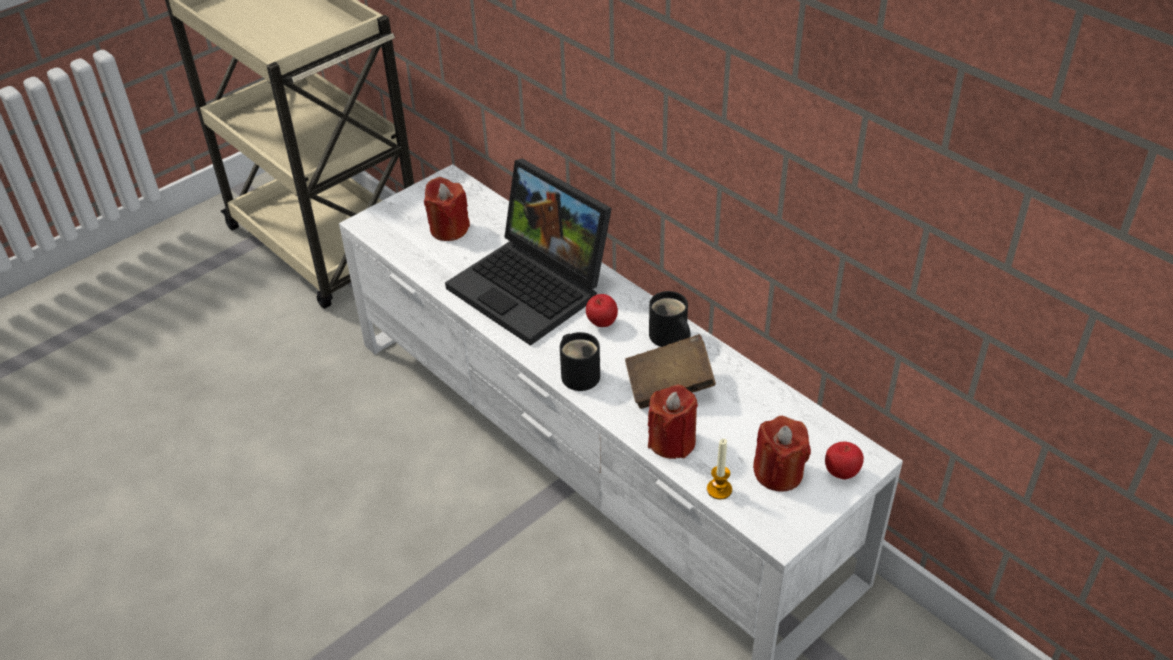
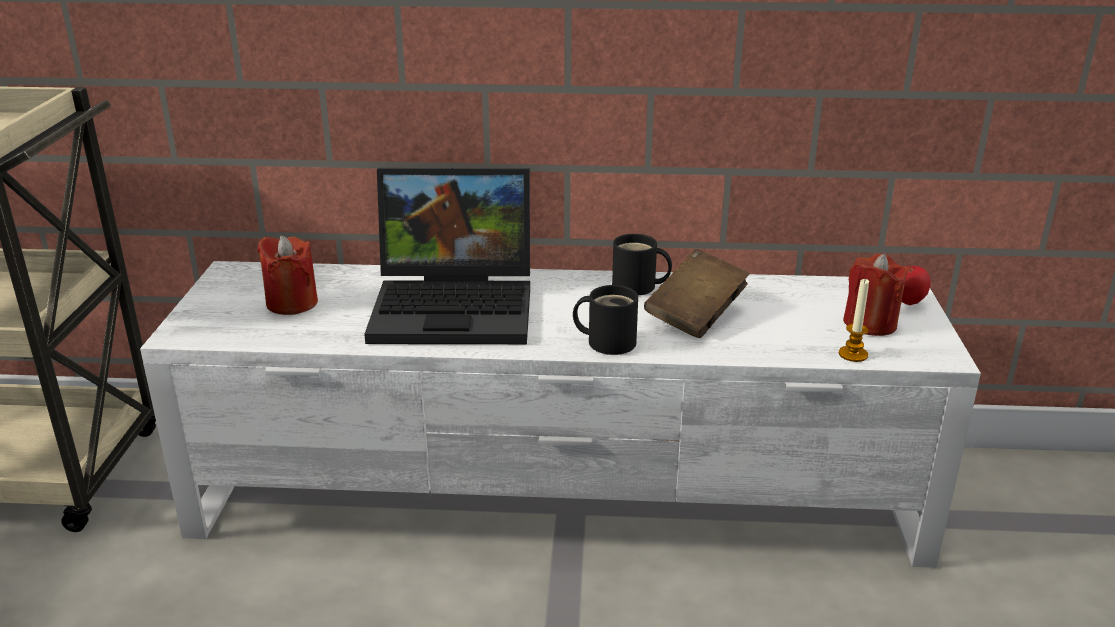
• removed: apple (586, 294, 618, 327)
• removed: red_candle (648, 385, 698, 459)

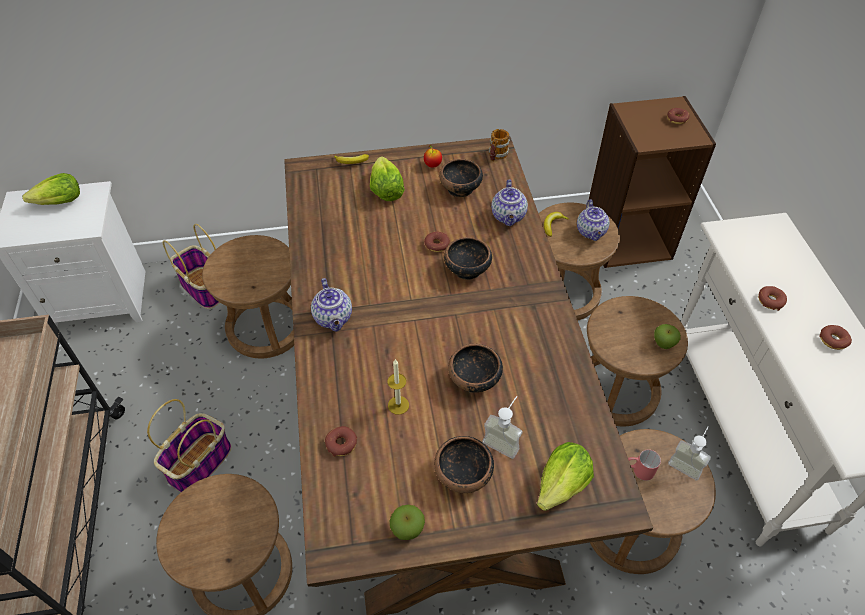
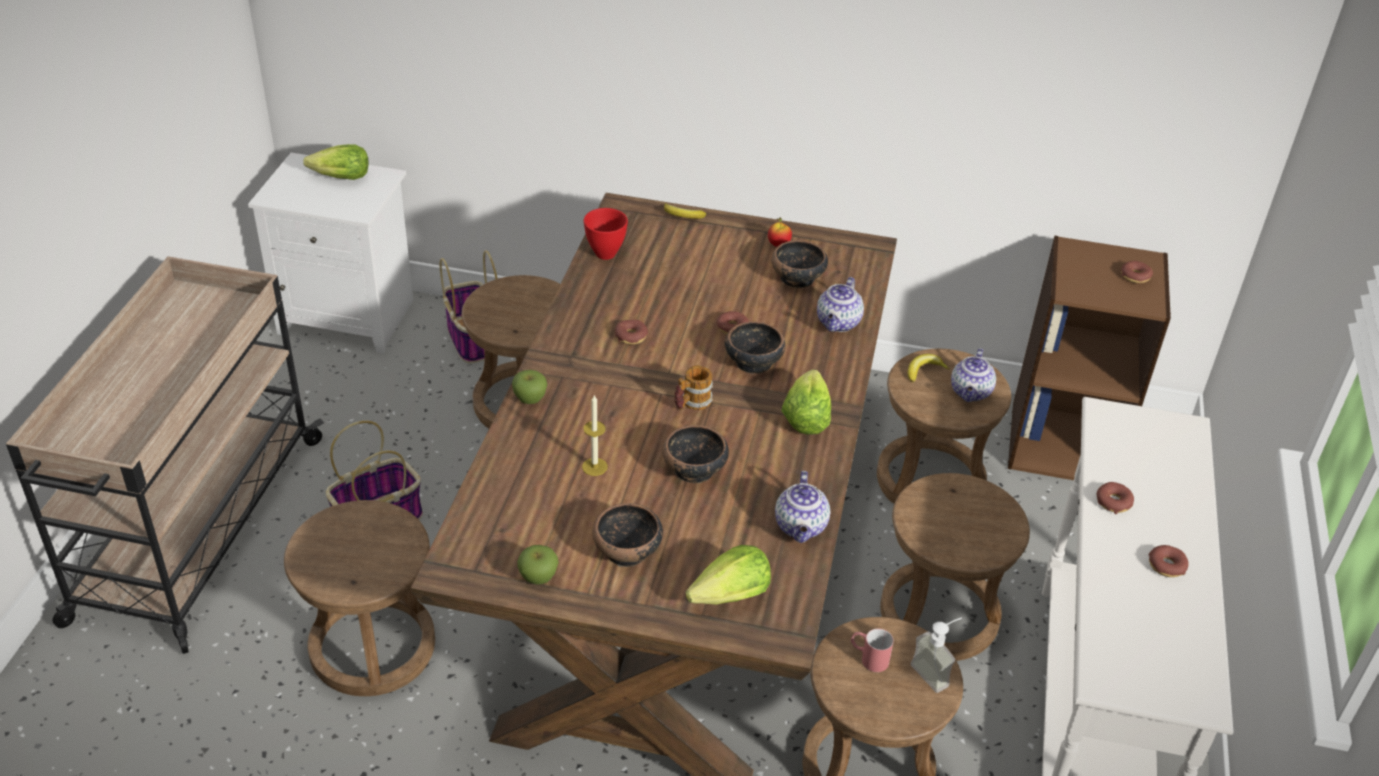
• moved: apple (654, 324, 681, 349) to (512, 370, 547, 404)
• added: red_bowl (584, 208, 628, 260)
• moved: donut (325, 426, 357, 457) to (615, 320, 648, 345)
• moved: mug (488, 129, 510, 161) to (674, 365, 713, 410)
• moved: teapot (311, 278, 352, 331) to (775, 471, 830, 543)
• moved: lettuce (370, 156, 405, 201) to (781, 369, 831, 435)
• removed: soap_dispenser (482, 396, 523, 459)

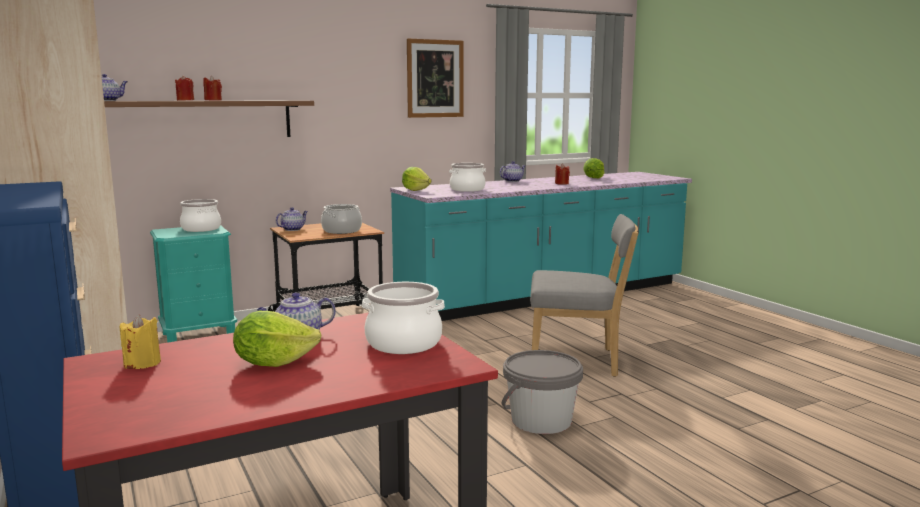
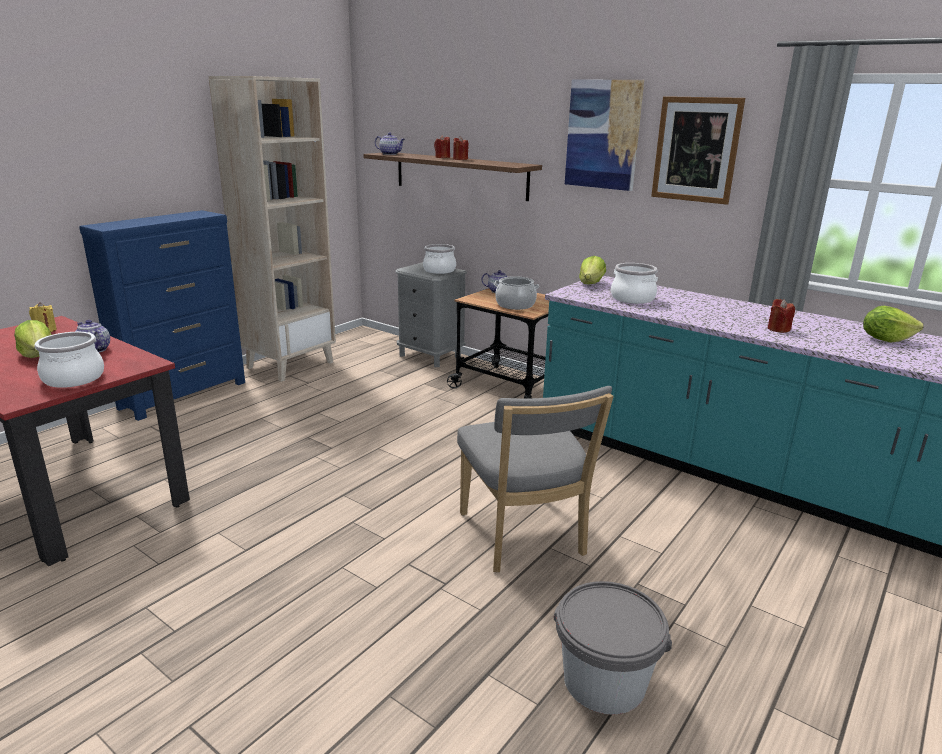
• recoloured: turquoise_nightstand (150, 225, 237, 343) to grey_nightstand (396, 262, 467, 367)
• moved: grey_bucket (502, 350, 583, 434) to (554, 581, 672, 715)
• added: picture (565, 79, 644, 191)
• removed: teapot (500, 161, 525, 182)

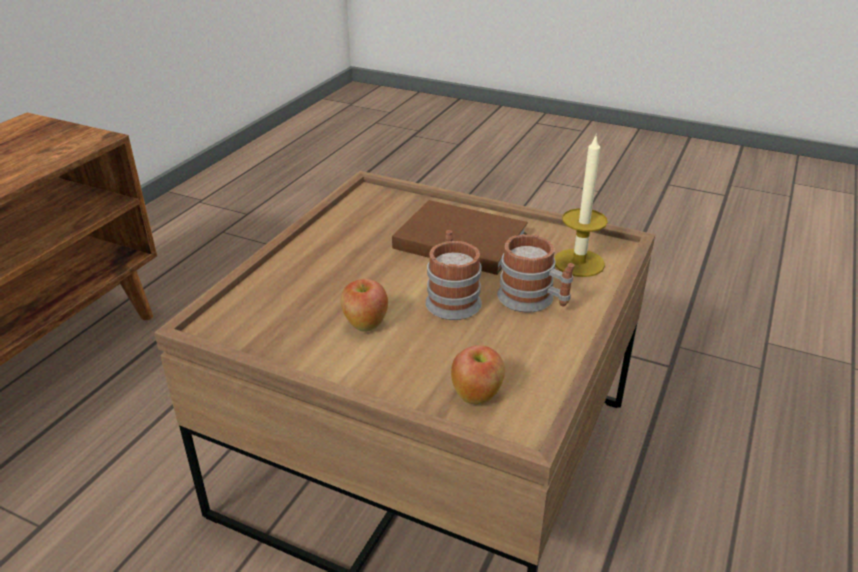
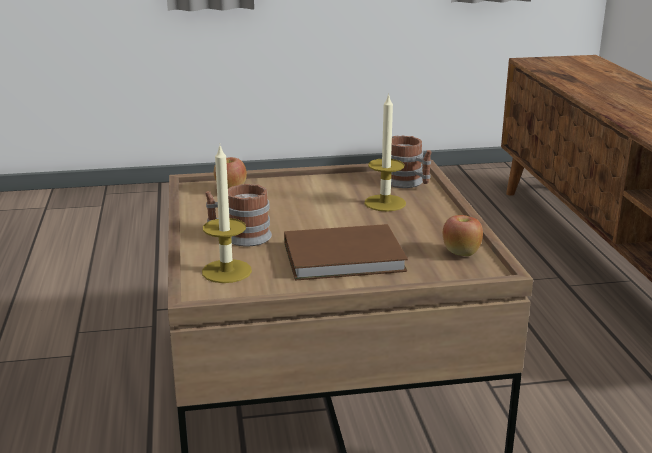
• added: candle (364, 93, 406, 212)
• moved: mug (425, 230, 482, 320) to (391, 135, 431, 188)
• moved: apple (341, 279, 388, 331) to (443, 215, 483, 256)

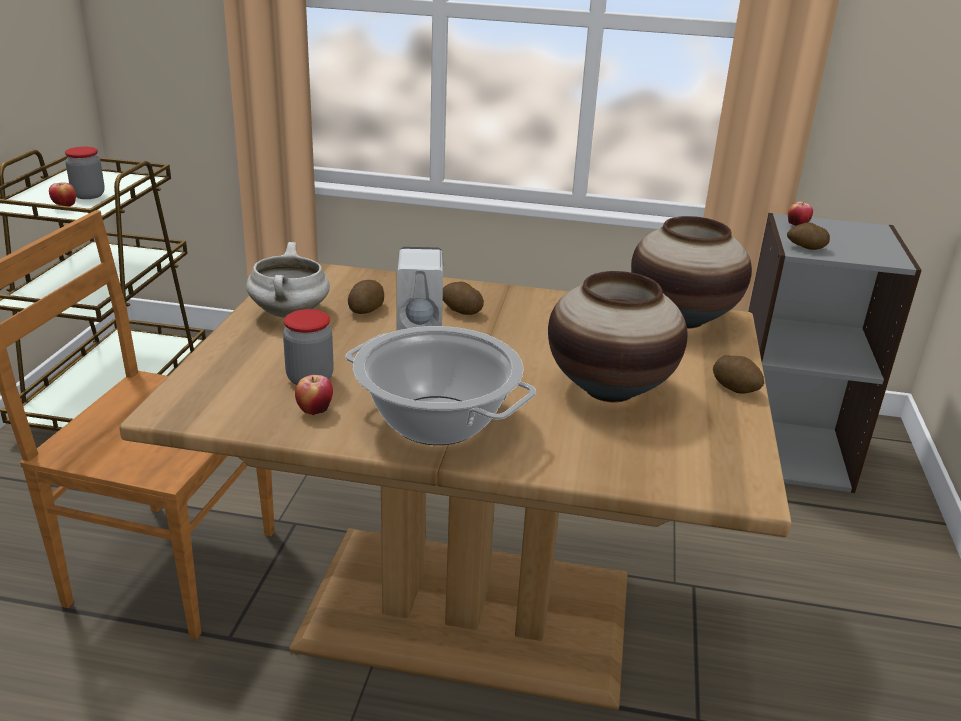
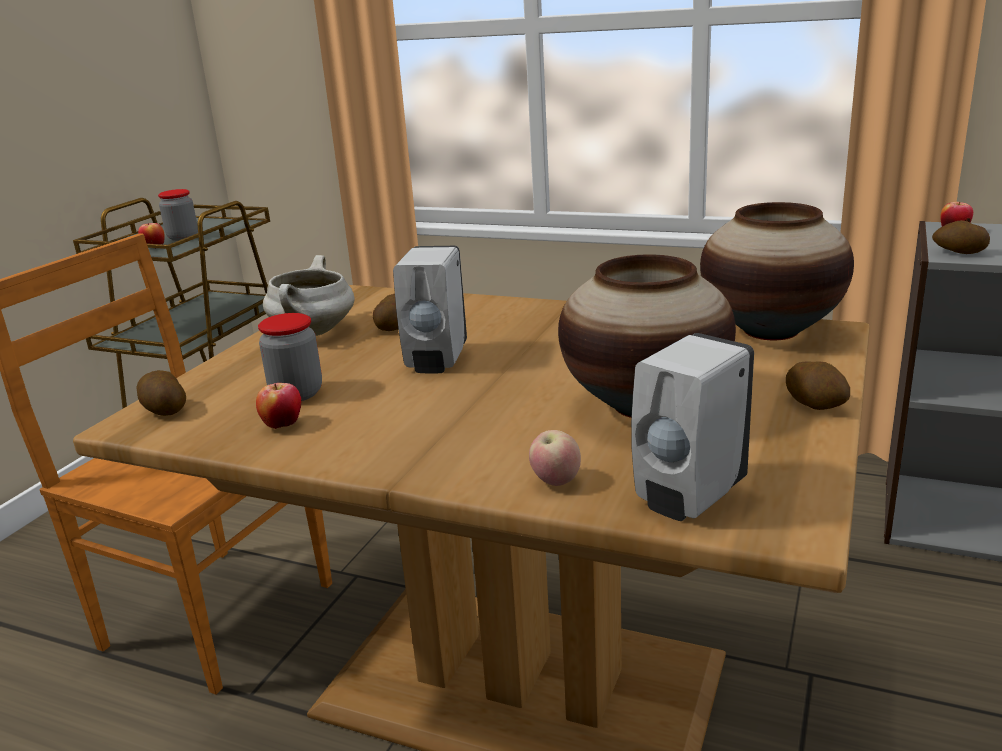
• moved: potato (443, 282, 484, 315) to (136, 370, 186, 416)
• added: apple (529, 430, 581, 486)
• added: white_soap_dispenser (631, 333, 754, 521)
• removed: cooking_pot (345, 326, 536, 445)

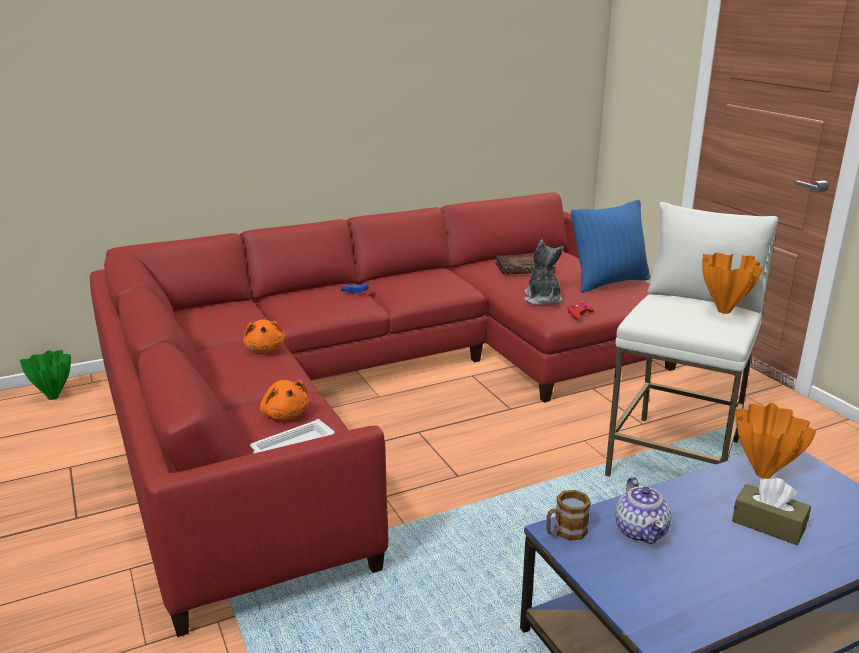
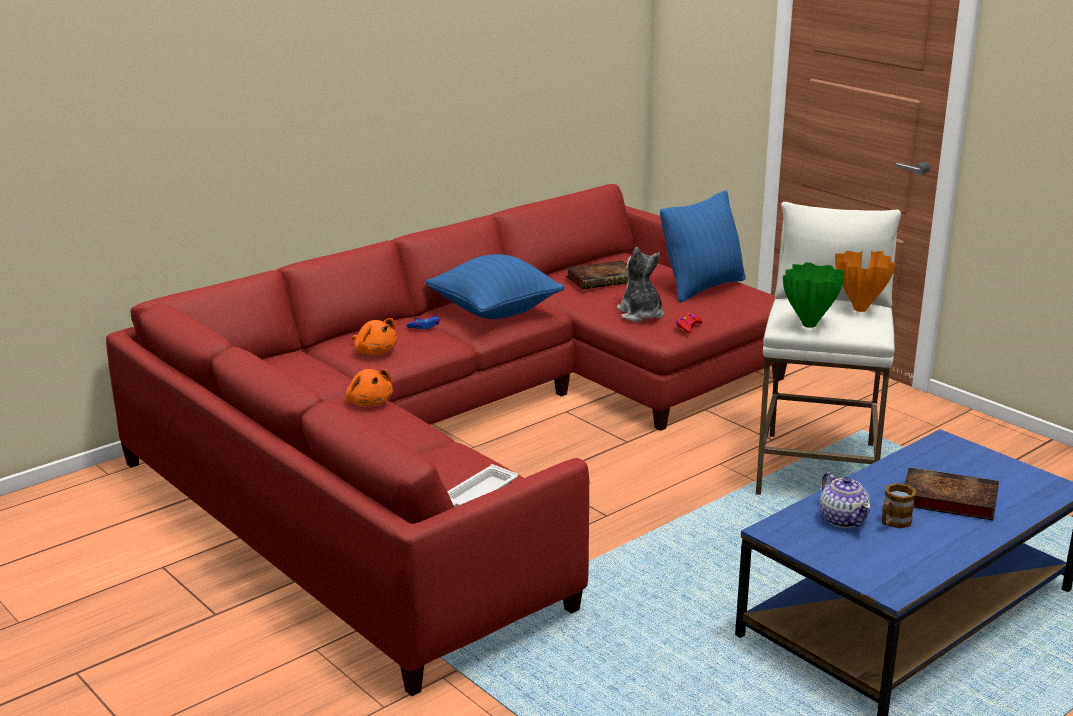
• moved: orange_plush_toy (260, 380, 309, 420) to (352, 318, 397, 355)
• added: blue_pillow (425, 254, 564, 319)
• moved: green_vase (20, 350, 71, 400) to (783, 262, 844, 328)
• moved: mug (547, 490, 591, 541) to (882, 483, 916, 529)
• replaced: brown_tissue_box (732, 478, 811, 545) to book (905, 467, 999, 521)
• removed: orange_vase (736, 403, 816, 479)

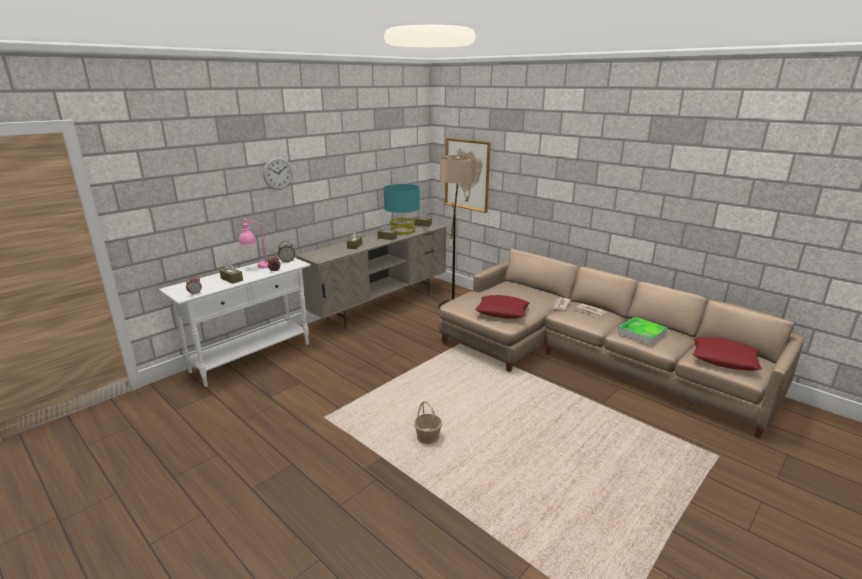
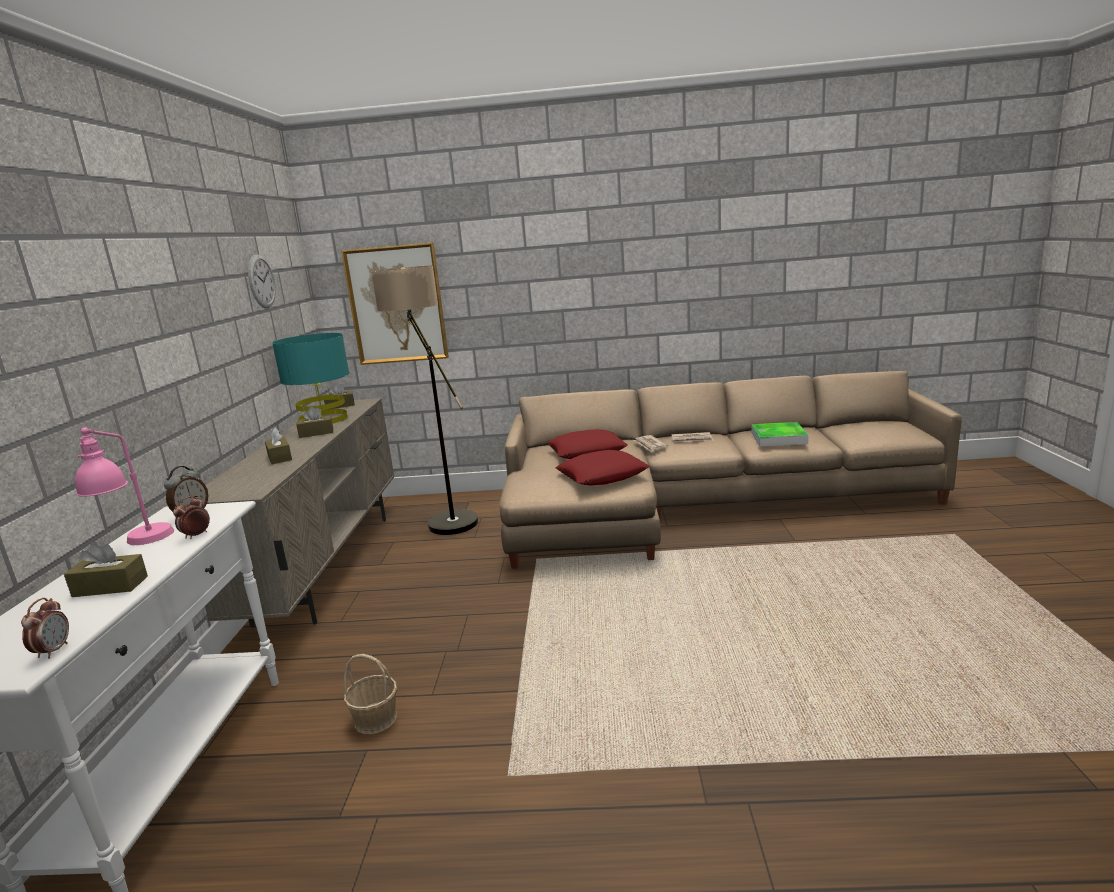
• moved: wall_clock (263, 157, 293, 190) to (248, 254, 276, 308)
• moved: basket (414, 401, 442, 444) to (344, 654, 397, 734)
• moved: red_pillow (692, 337, 762, 370) to (547, 429, 628, 459)

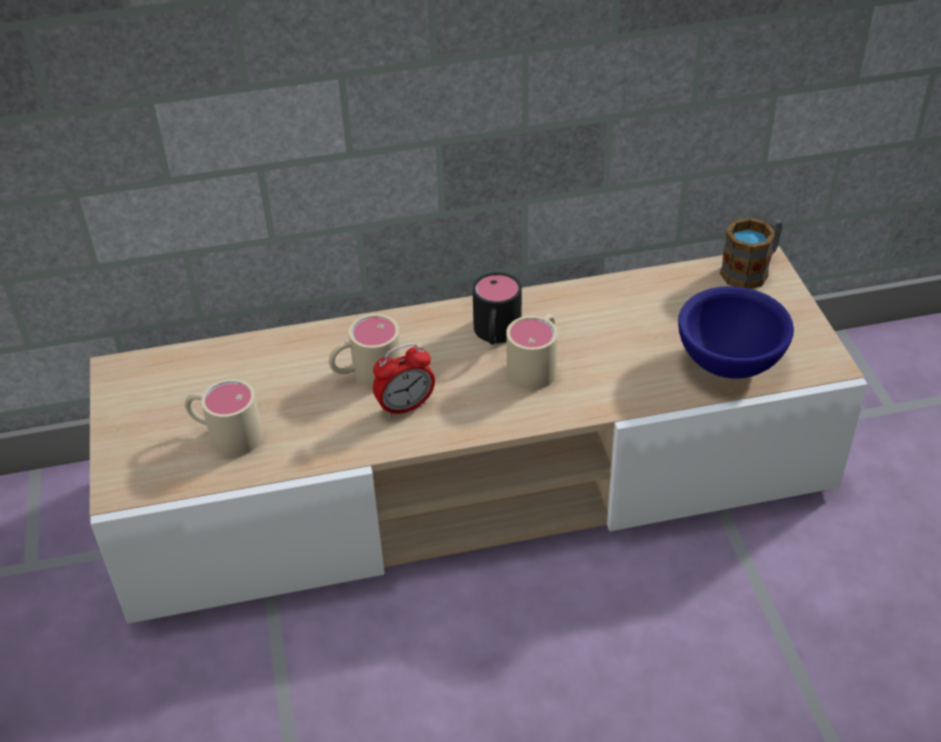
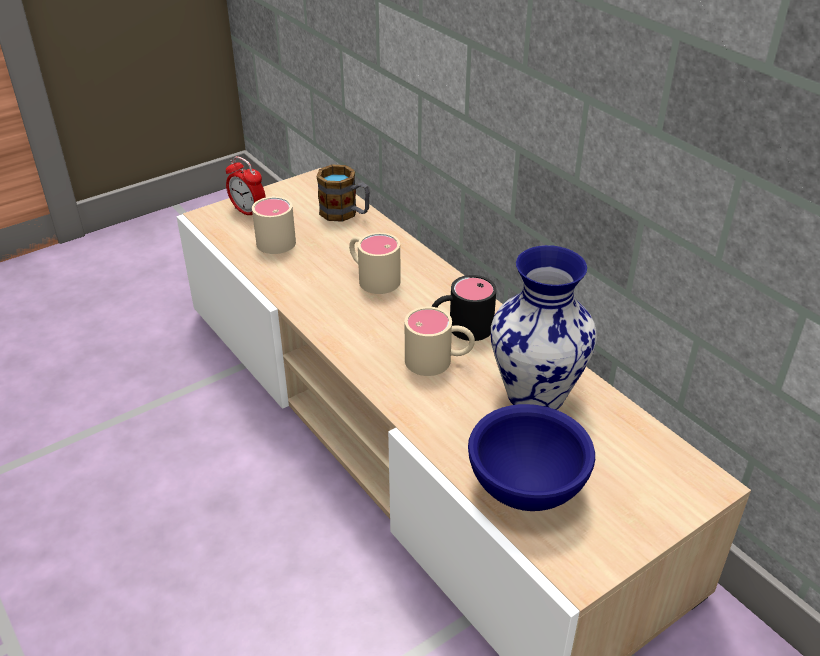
• moved: alarm_clock (373, 343, 435, 418) to (226, 156, 266, 215)
• moved: mug (720, 217, 782, 289) to (316, 164, 370, 222)
• added: vase (491, 245, 597, 410)

